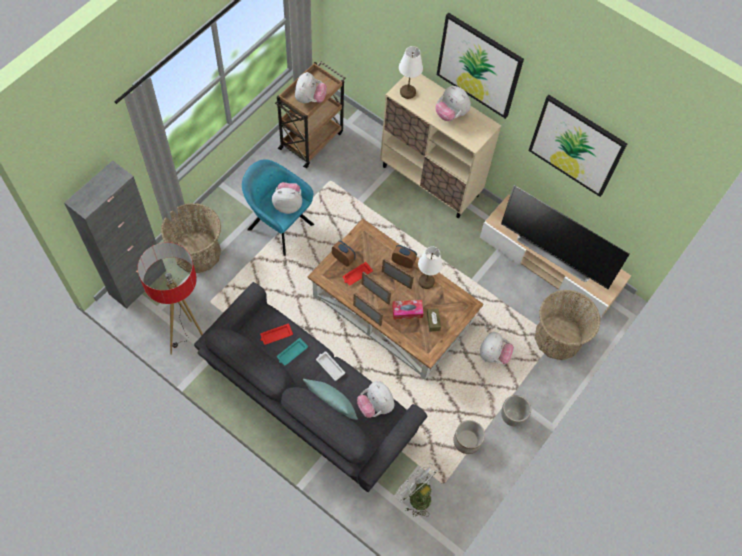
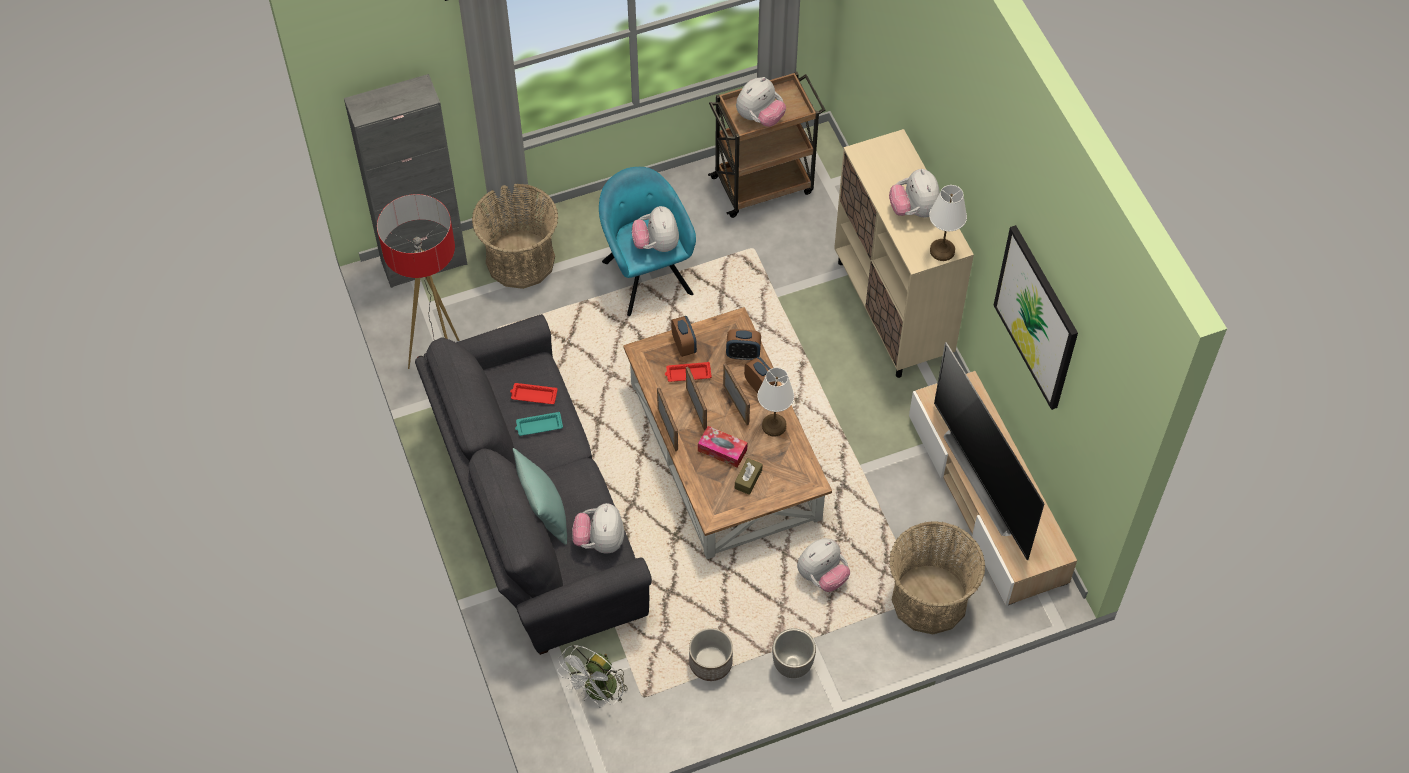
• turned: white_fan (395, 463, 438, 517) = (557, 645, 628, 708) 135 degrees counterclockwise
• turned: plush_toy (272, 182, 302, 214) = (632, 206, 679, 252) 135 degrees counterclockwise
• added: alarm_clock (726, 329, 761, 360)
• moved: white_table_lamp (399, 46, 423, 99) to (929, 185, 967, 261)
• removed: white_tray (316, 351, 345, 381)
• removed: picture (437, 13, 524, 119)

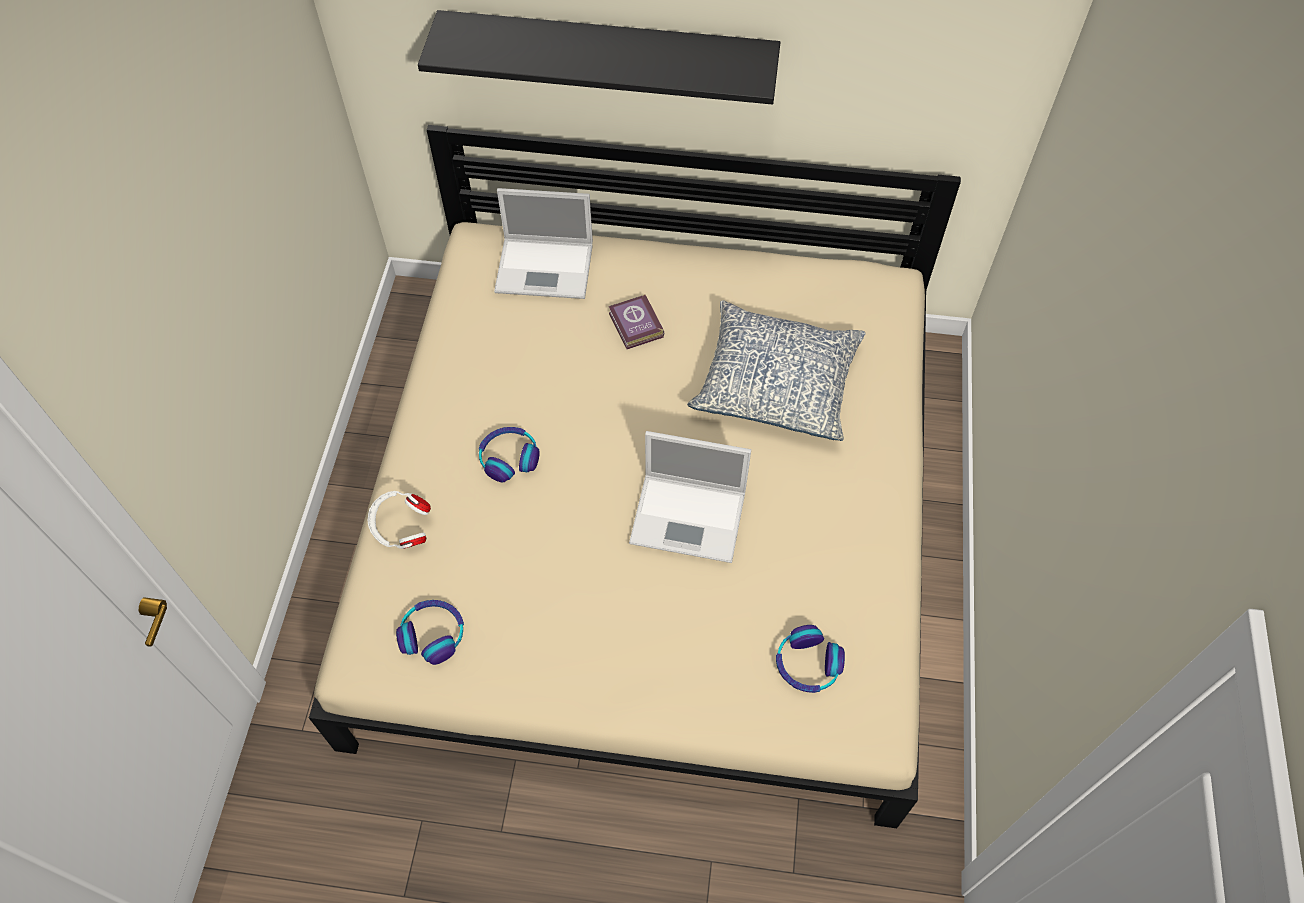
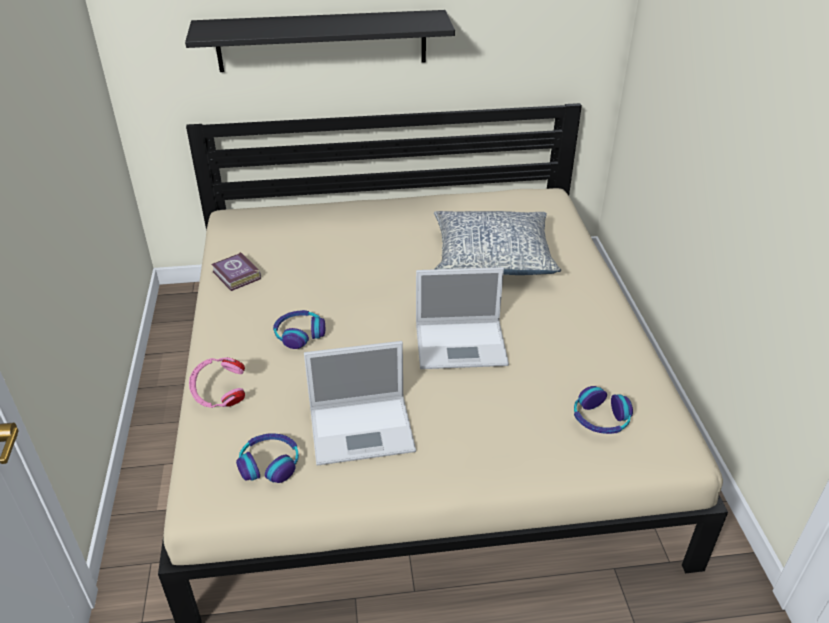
• recoloured: white_headphones (367, 491, 431, 549) to pink_headphones (189, 357, 245, 408)
• moved: book (609, 294, 664, 349) to (211, 252, 261, 291)
• moved: laptop (494, 188, 593, 299) to (304, 341, 416, 466)

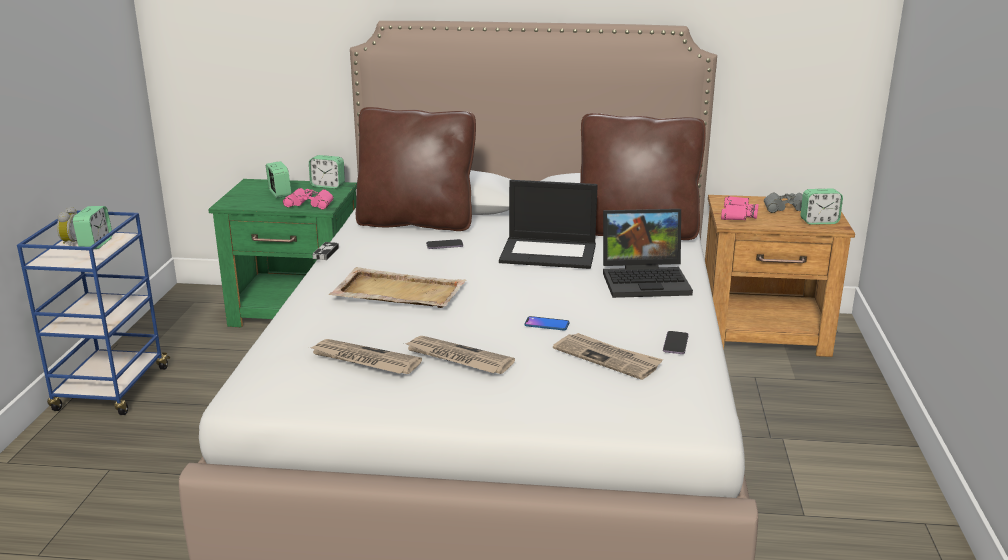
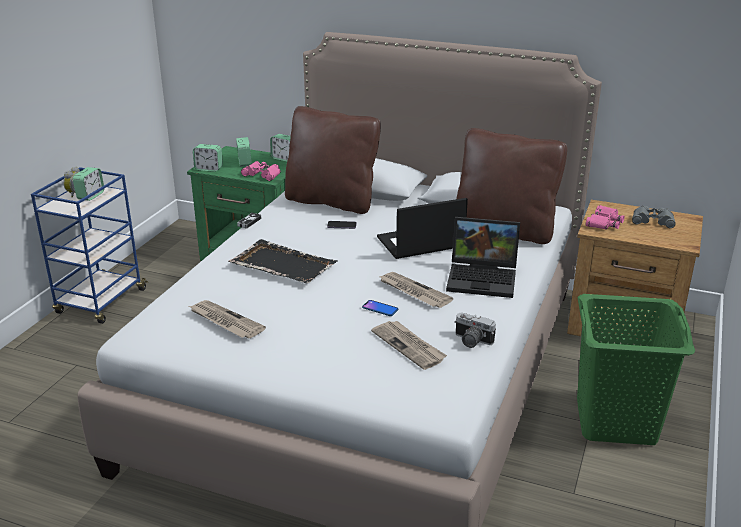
• moved: alarm_clock (800, 189, 843, 225) to (193, 144, 223, 172)
• recoloured: beige_tray (329, 267, 467, 308) to black_tray (228, 239, 338, 283)
• turned: laptop (499, 180, 598, 269) = (377, 198, 468, 259) 135 degrees clockwise
• moved: newspaper (404, 336, 515, 374) to (378, 272, 453, 308)
• replaced: phone (663, 331, 689, 354) to photo_camera (454, 313, 496, 348)
• added: green_laundry_basket (577, 294, 695, 445)

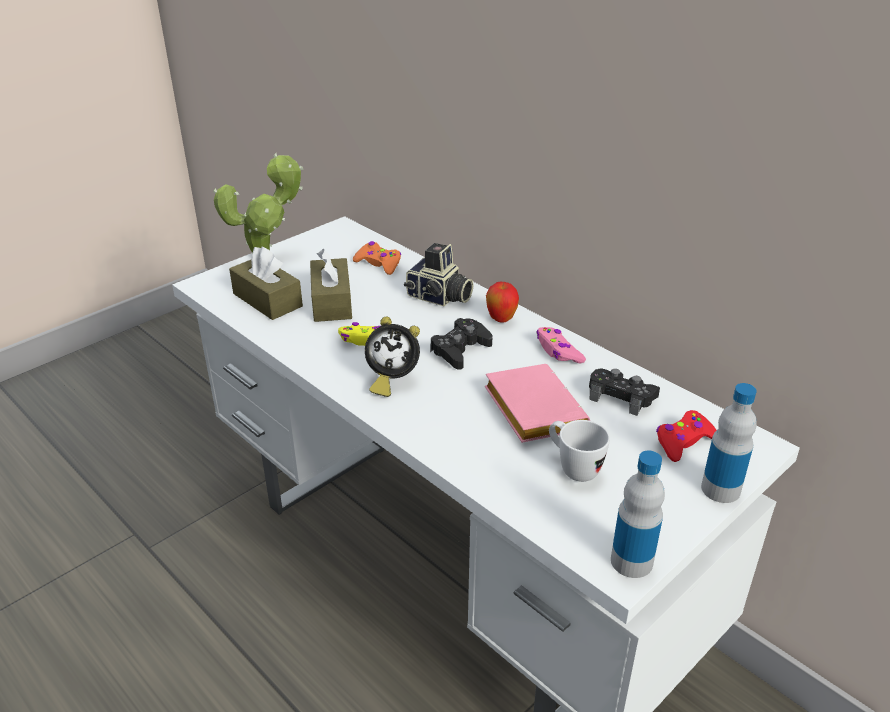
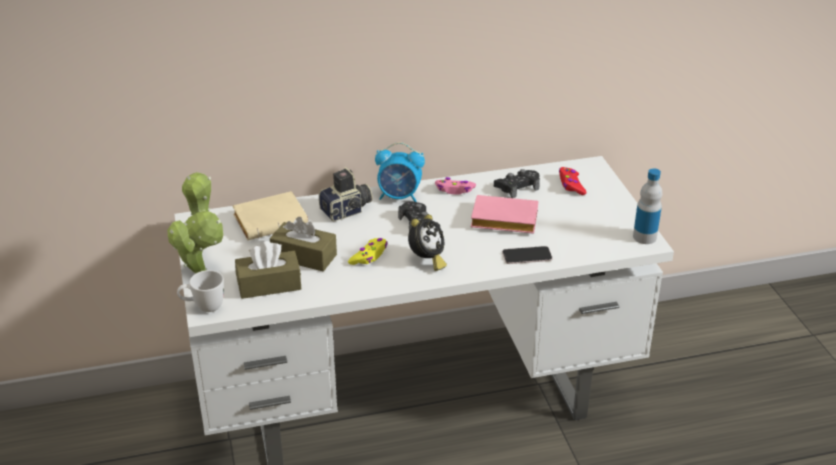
• moved: white_mug (549, 420, 610, 482) to (177, 270, 224, 312)
• replaced: orange_game_controller (353, 241, 401, 275) to beige_book (232, 191, 308, 240)
• replaced: apple (486, 282, 519, 322) to alarm_clock (375, 142, 425, 202)
• added: phone (502, 246, 552, 264)
• removed: bottle (701, 383, 757, 503)

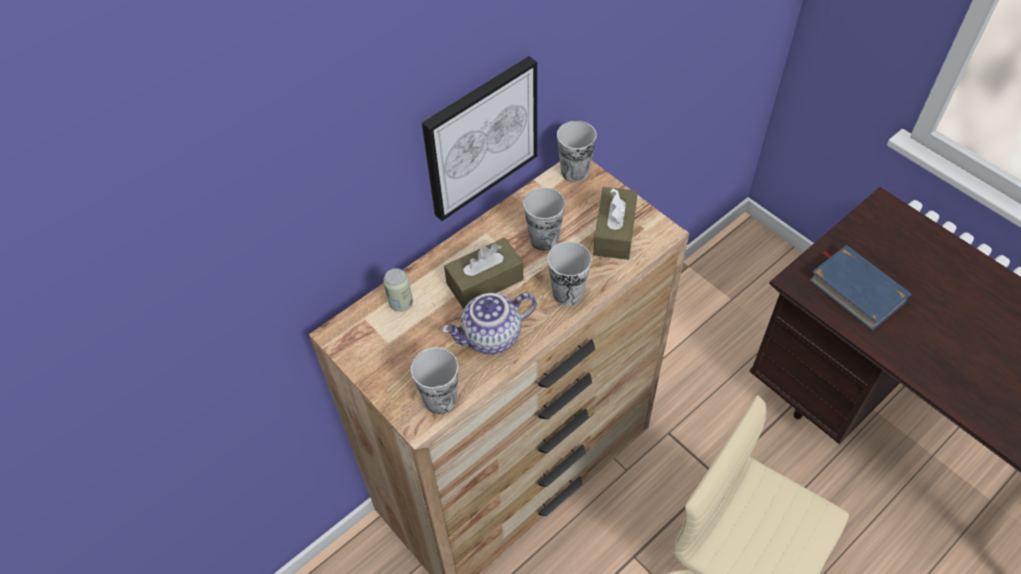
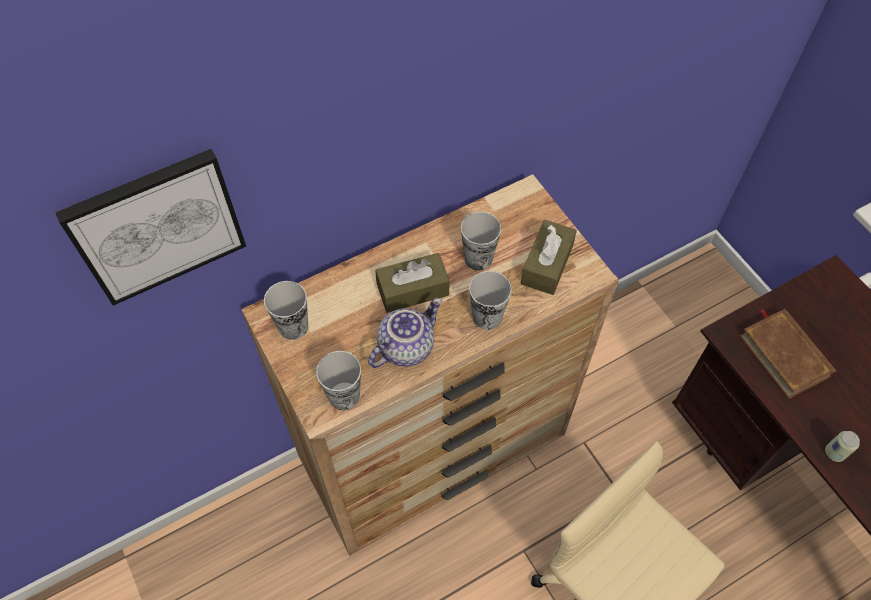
• moved: picture (422, 56, 537, 221) to (55, 149, 246, 306)
• moved: cup (557, 121, 597, 182) to (264, 281, 308, 340)
• turned: teapot (442, 293, 537, 354) = (368, 298, 442, 368) 150 degrees clockwise
• recoloured: blue_book (809, 245, 912, 331) to brown_book (740, 309, 836, 399)
• moved: can (383, 268, 413, 312) to (825, 431, 860, 462)

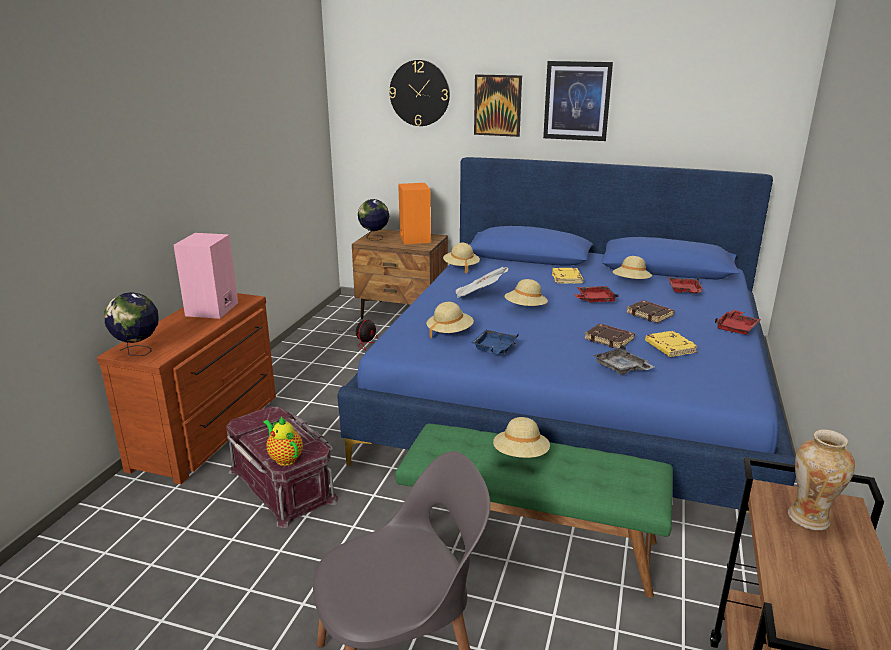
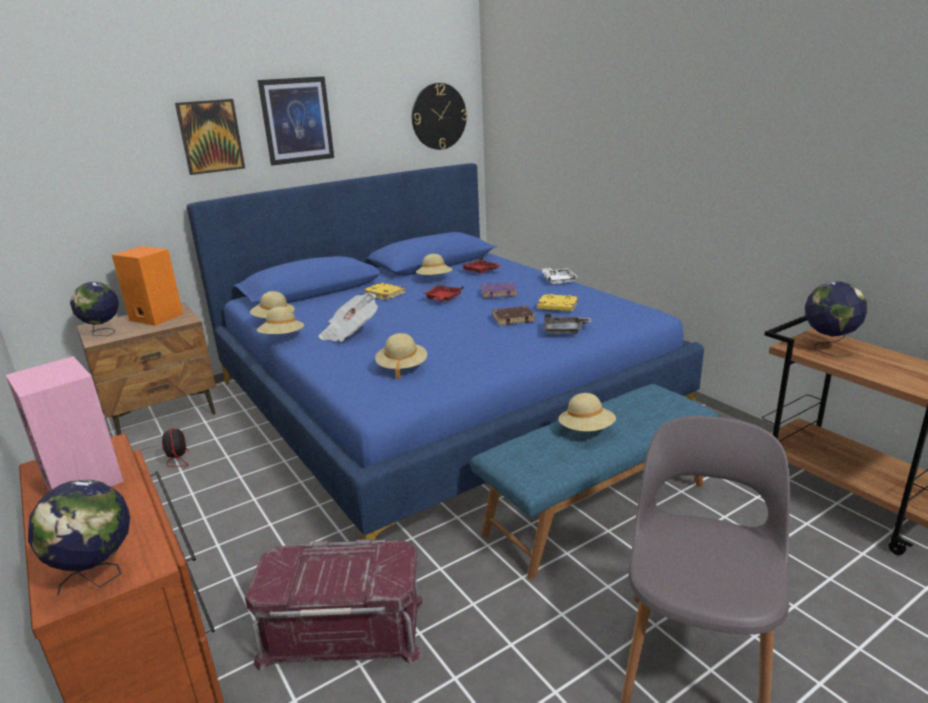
• moved: beige_hat (504, 279, 548, 306) to (257, 306, 304, 334)
• moved: wall_clock (389, 60, 450, 126) to (412, 83, 467, 150)
• recoloured: green_bench (395, 424, 673, 598) to blue_bench (471, 384, 719, 579)
• recoloured: brown_book (626, 300, 675, 323) to purple_book (481, 283, 517, 298)
• recoloured: red_tray (715, 310, 761, 335) to white_tray (542, 268, 577, 284)
• replaced: vase (788, 429, 855, 530) to globe (805, 281, 868, 357)
• removed: teapot (263, 416, 303, 466)
• removed: blue_tray (471, 330, 519, 354)

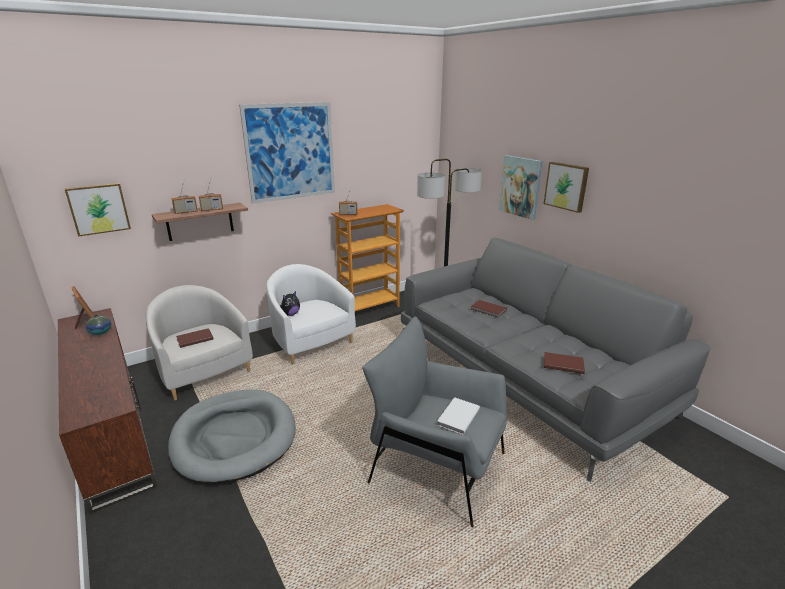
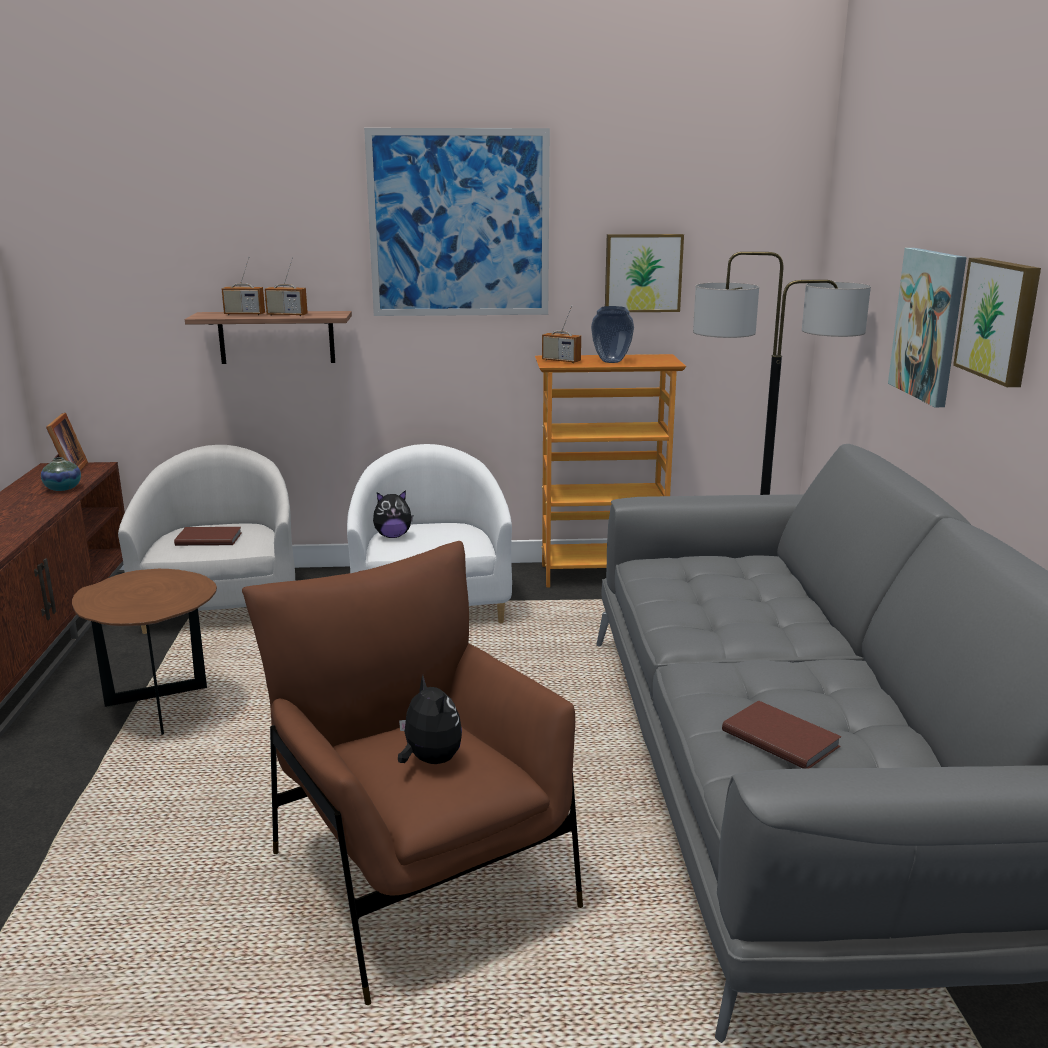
• replaced: grey_dog_bed (168, 389, 296, 483) to brown_side_table (72, 569, 217, 735)
• recoloured: grey_armchair (362, 316, 507, 527) to brown_armchair (242, 541, 583, 1005)
• replaced: white_book (437, 397, 480, 434) to plush_toy (398, 675, 462, 764)
• added: vase (591, 306, 634, 363)
• moved: picture (64, 183, 131, 237) to (605, 234, 684, 312)
• removed: brown_book (471, 300, 507, 318)

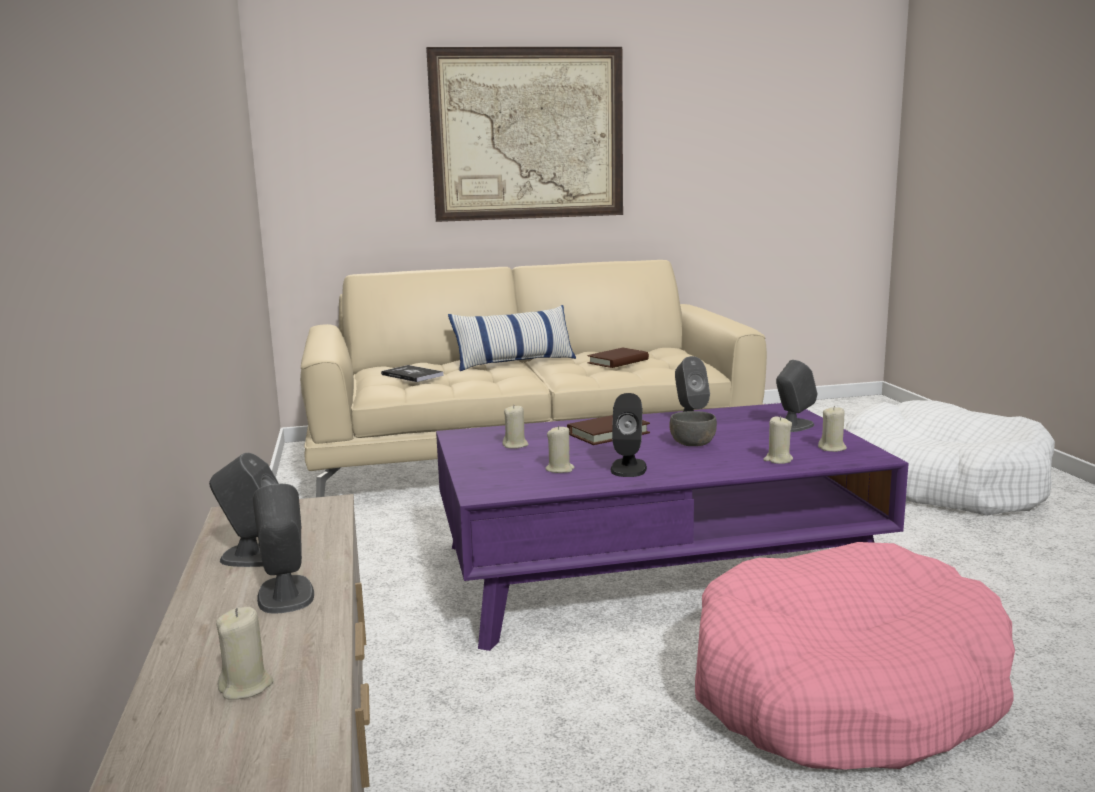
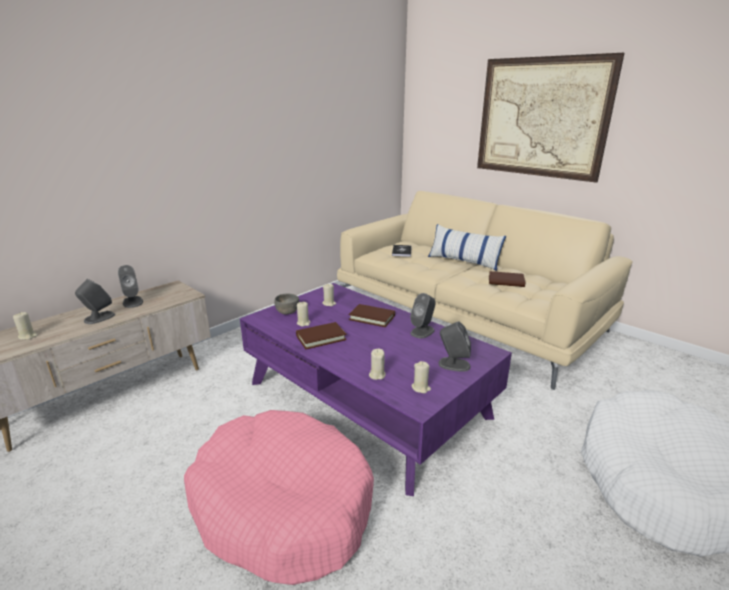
• moved: grey_bowl (669, 411, 717, 446) to (274, 293, 299, 315)
• replaced: black_speaker (611, 393, 647, 477) to brown_book (296, 322, 347, 350)

